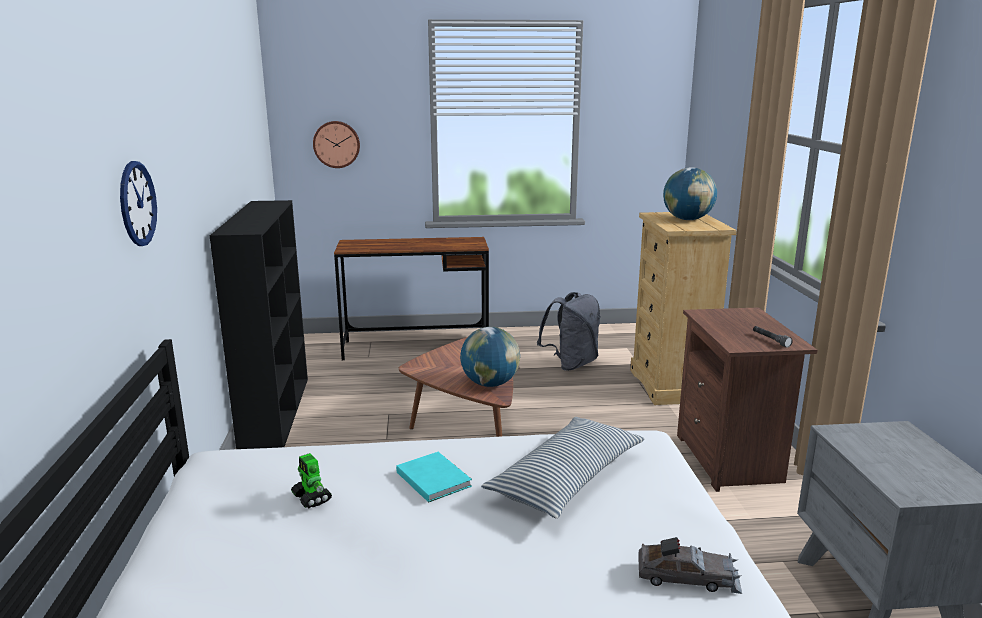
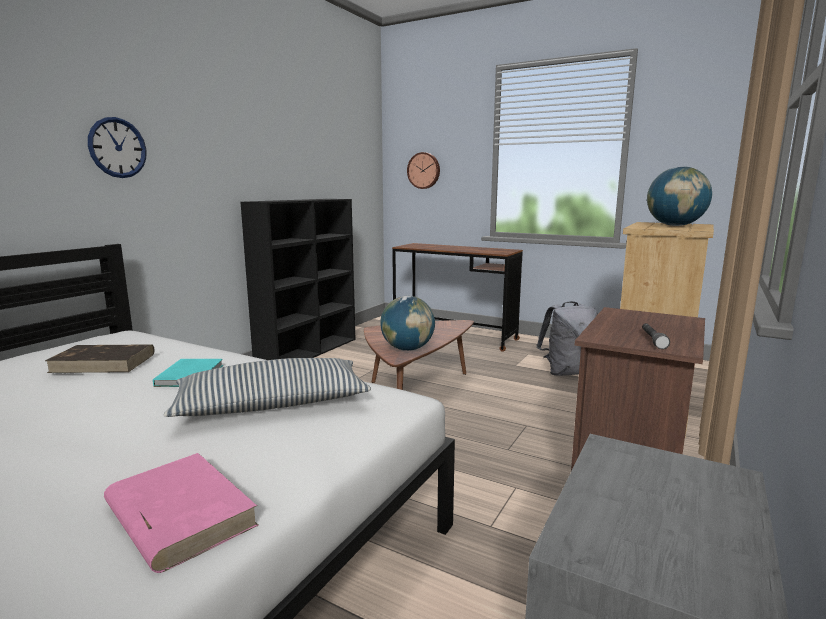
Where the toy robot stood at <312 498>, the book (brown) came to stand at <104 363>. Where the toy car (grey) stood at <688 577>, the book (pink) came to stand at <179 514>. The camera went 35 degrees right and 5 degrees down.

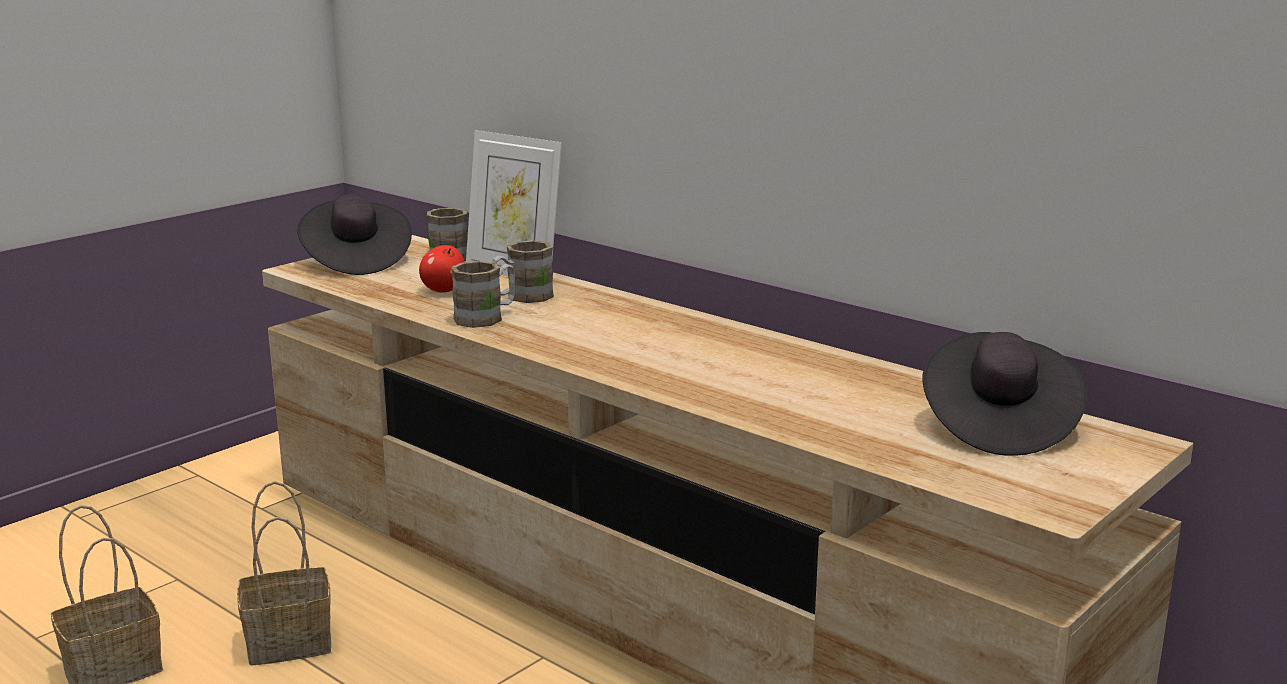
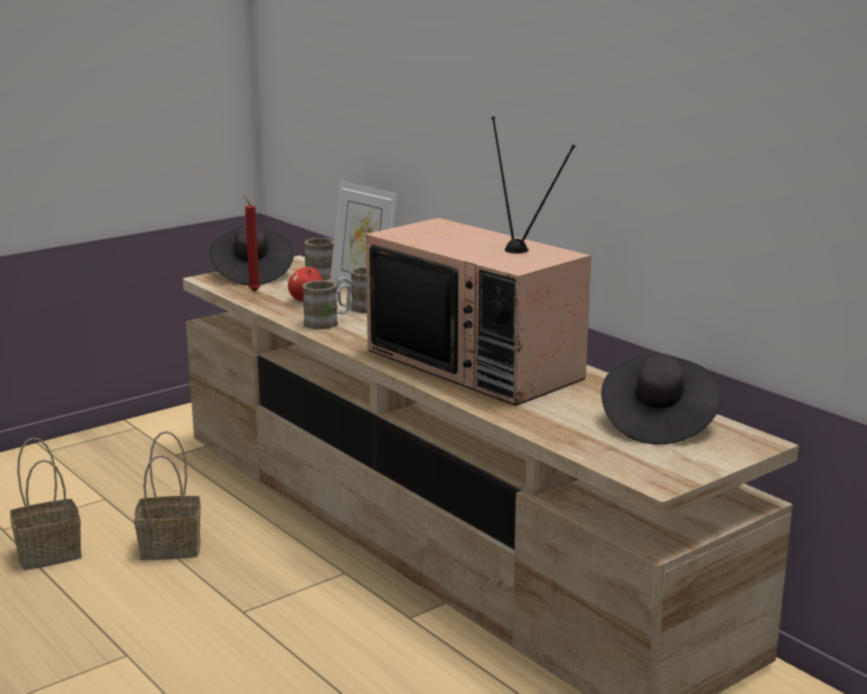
The second view gained the candle (red) at <253 291>. The second view gained the television at <479 364>. The camera went 10 degrees right and 0 degrees up.

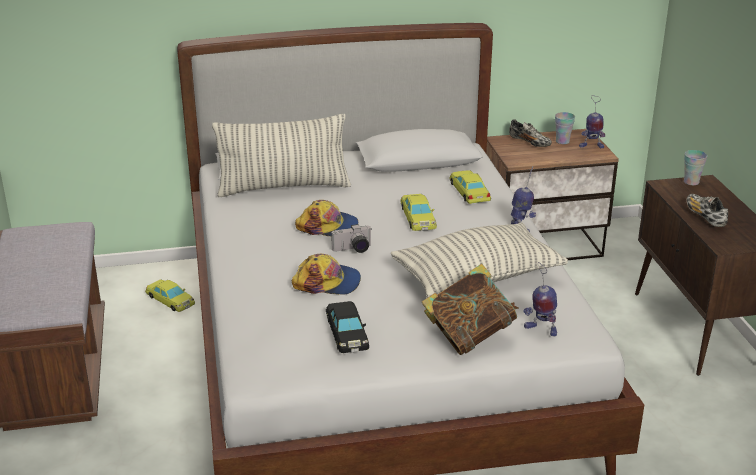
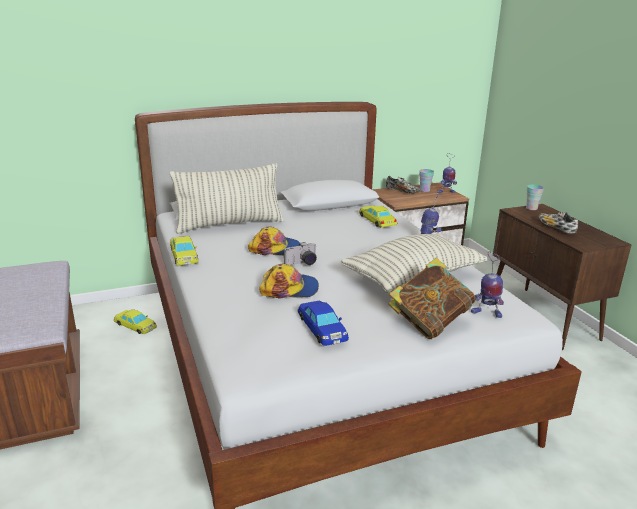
The toy car (yellow) ended up elsewhere, having gone from <418 217> to <184 255>. What was the toy car (black) at <347 332> turned into the toy car (blue) at <322 328>. The camera went 10 degrees left and 5 degrees down.

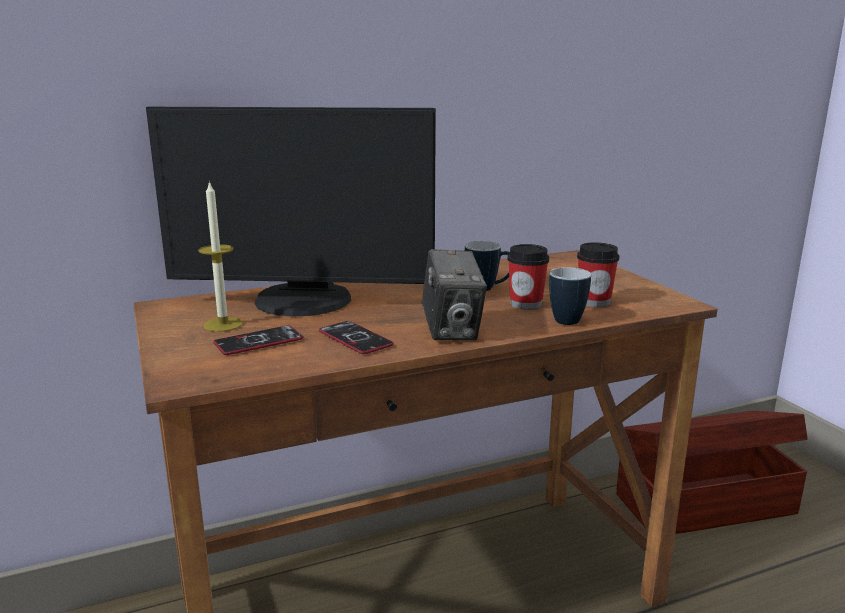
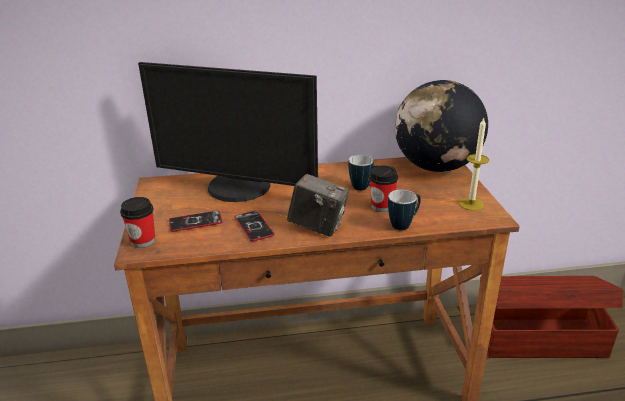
The cup ended up elsewhere, having gone from <594 302> to <143 241>. The photo camera at <452 331> ended up facing another way, 75 degrees counterclockwise from before. The second view gained the globe at <435 167>. The candle ended up elsewhere, having gone from <223 324> to <471 204>. The camera went 15 degrees right and 10 degrees up.

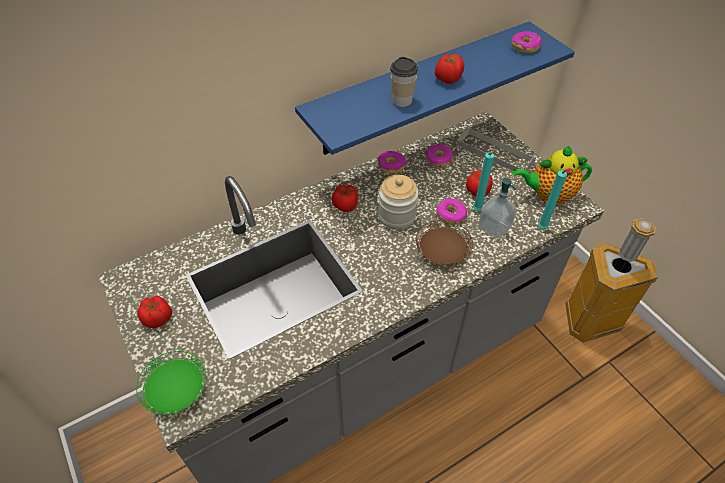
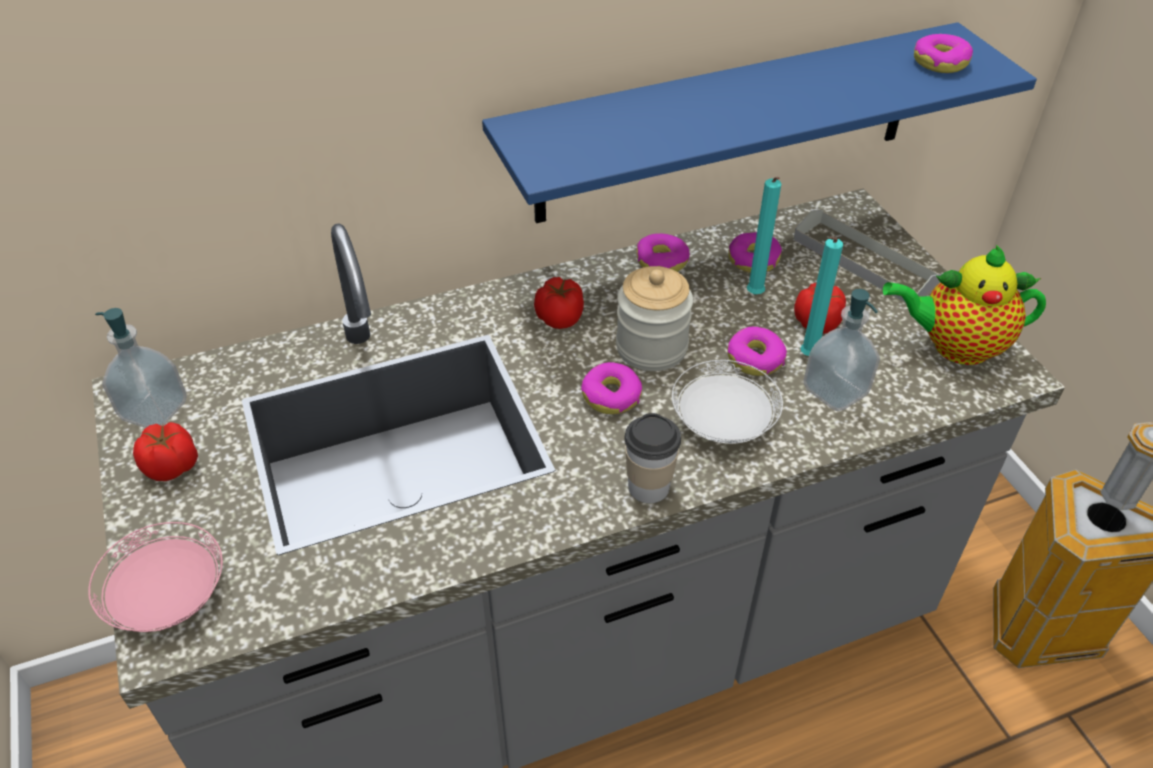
What was the plate (green) at <177 391> turned into the plate (pink) at <169 598>. The second view gained the soap dispenser at <154 410>. The second view gained the donut at <611 396>. The cup ended up elsewhere, having gone from <402 100> to <648 487>. What was the plate (brown) at <442 253> turned into the plate (white) at <724 423>. The candle (turquoise) ended up elsewhere, having gone from <542 229> to <755 296>. The second view lost the tomato at <447 79>. The camera went 10 degrees right and 5 degrees down.

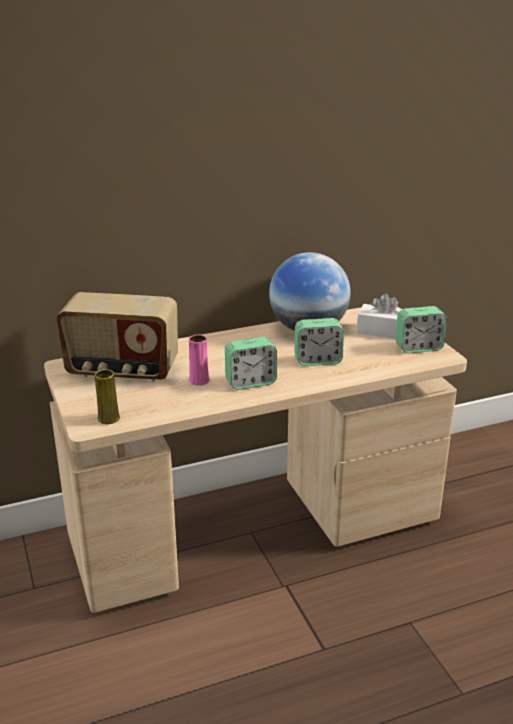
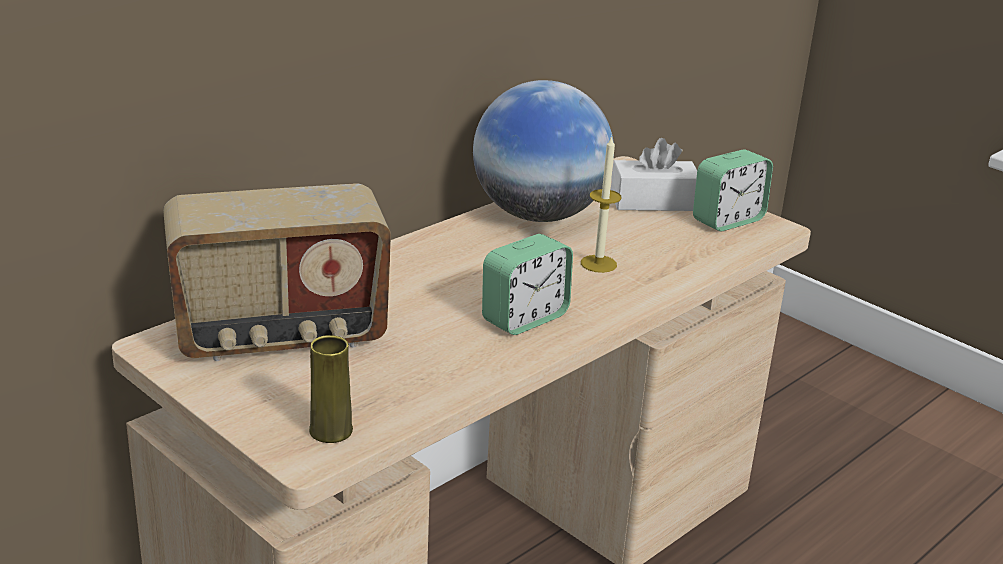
Where the alarm clock stood at <318 360>, the candle came to stand at <598 264>. The second view lost the vase (pink) at <199 380>. The camera went 25 degrees left and 0 degrees up.

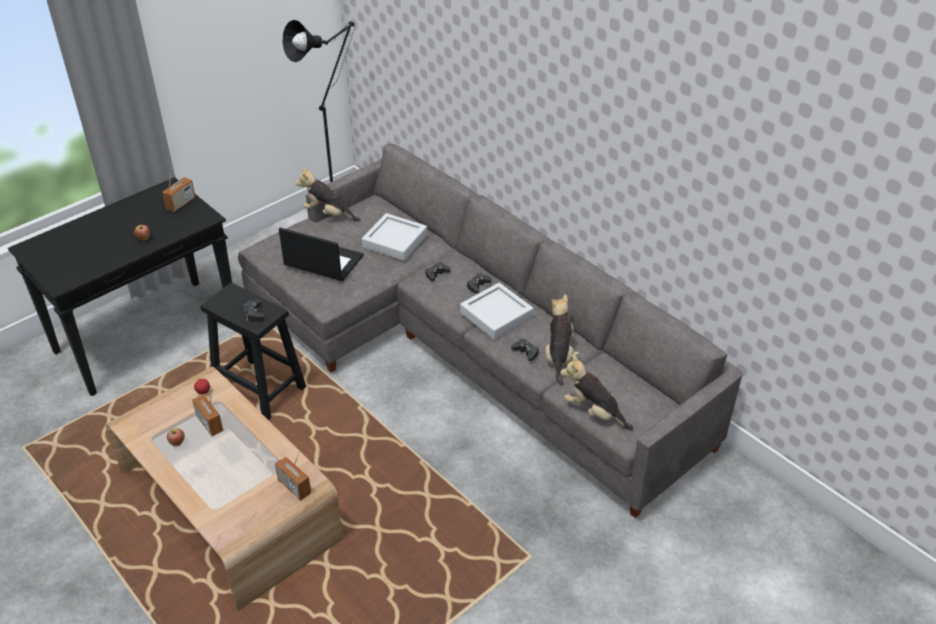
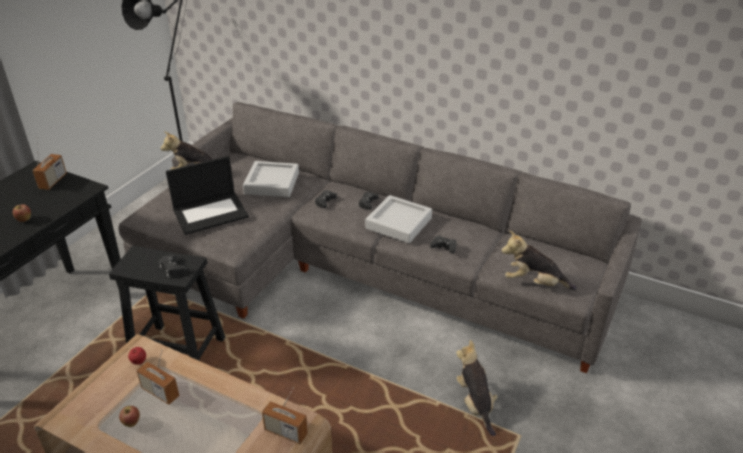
The laptop at <322 261> ended up facing another way, 150 degrees clockwise from before. The plush toy ended up elsewhere, having gone from <559 356> to <475 403>. The camera went 20 degrees left and 5 degrees down.

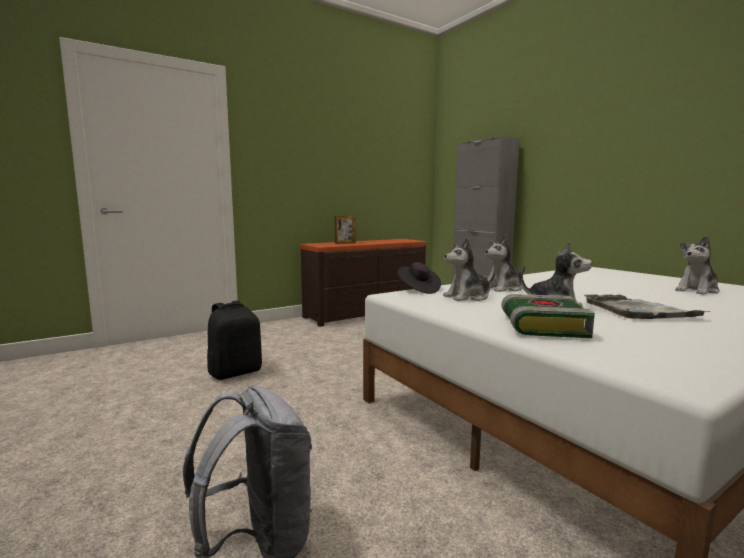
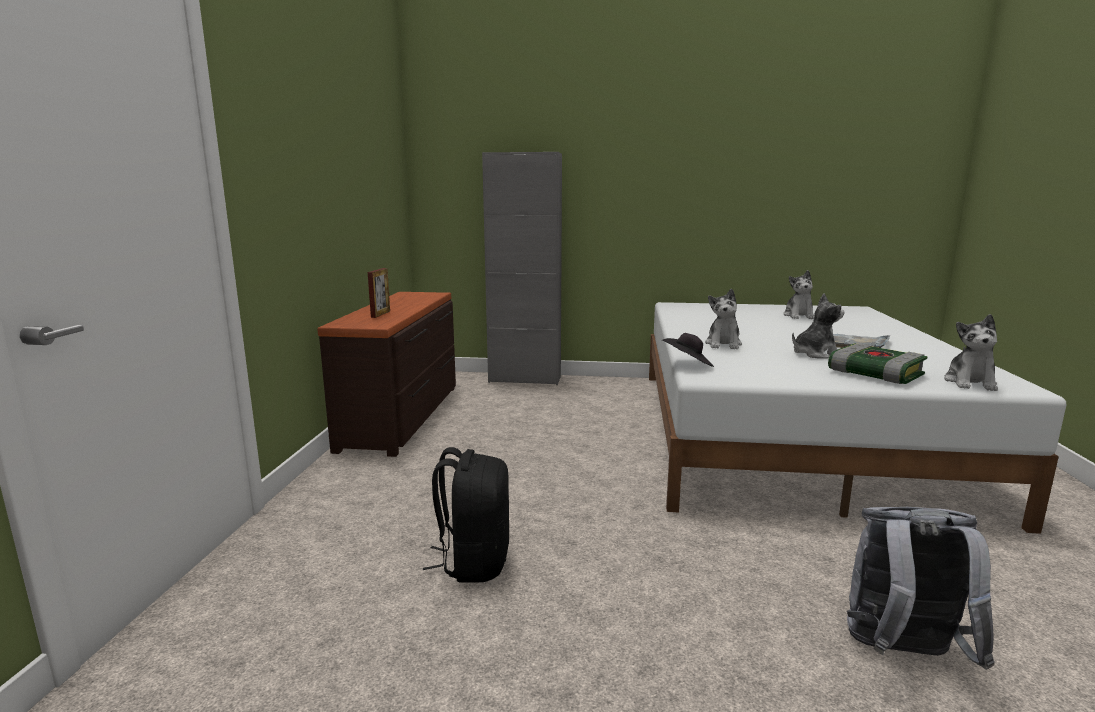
The plush toy ended up elsewhere, having gone from <468 297> to <970 382>. The camera went 50 degrees left and 5 degrees up.

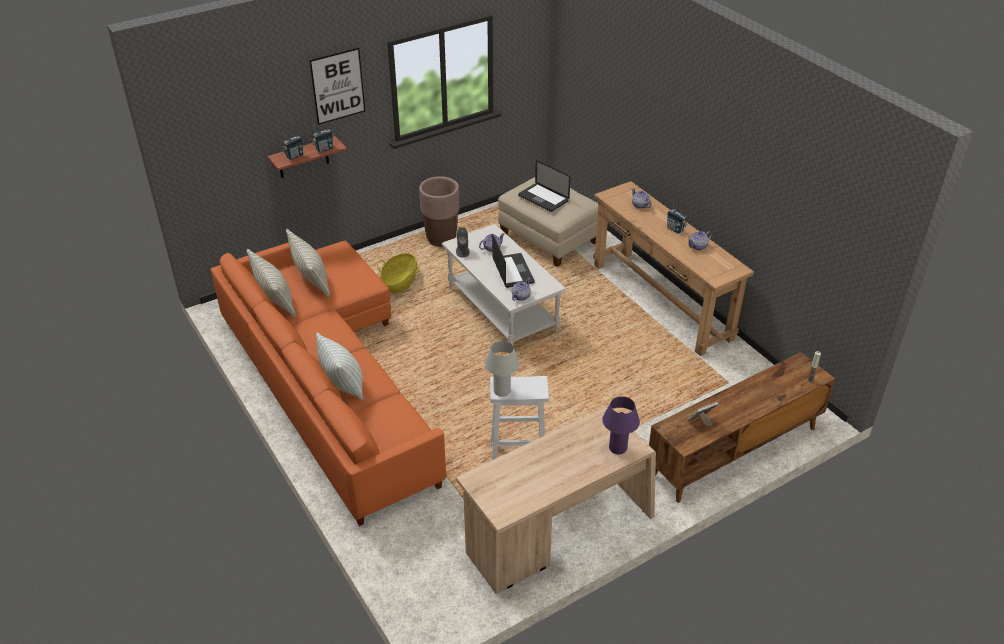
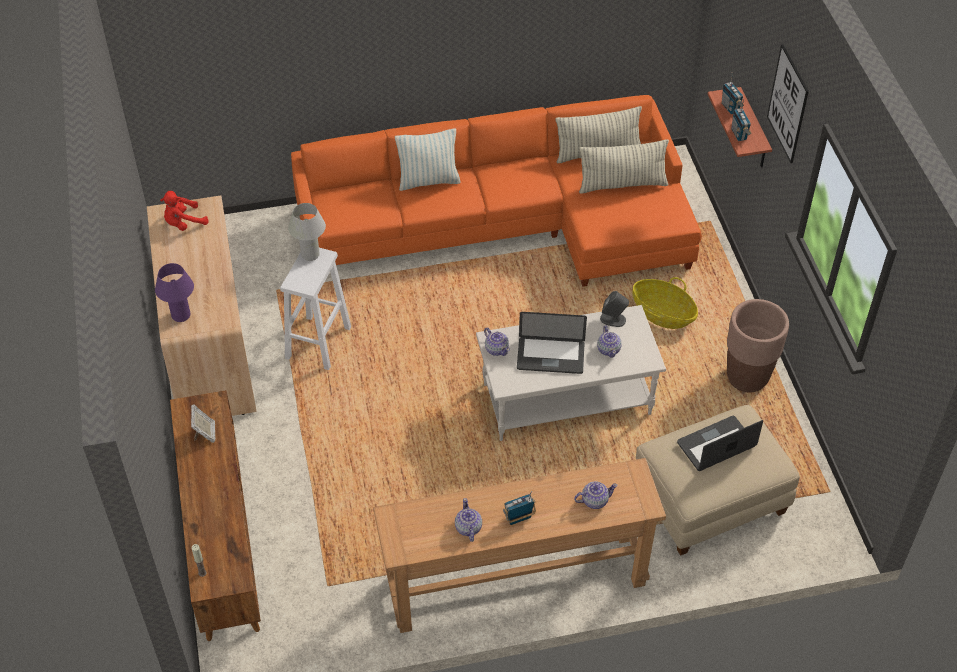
The second view gained the plush toy (red) at <184 223>. The camera went 110 degrees right and 10 degrees up.

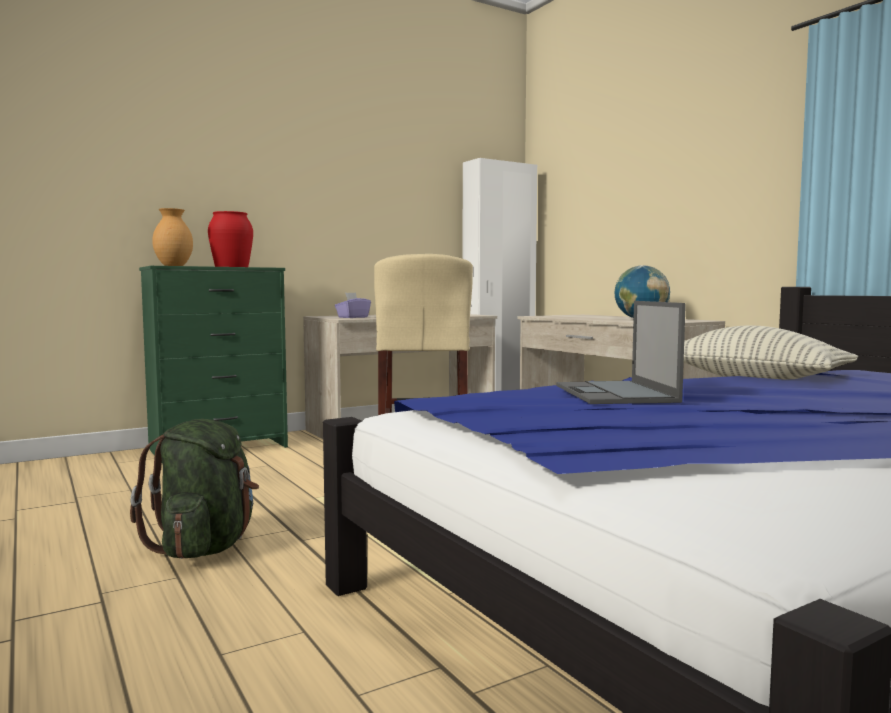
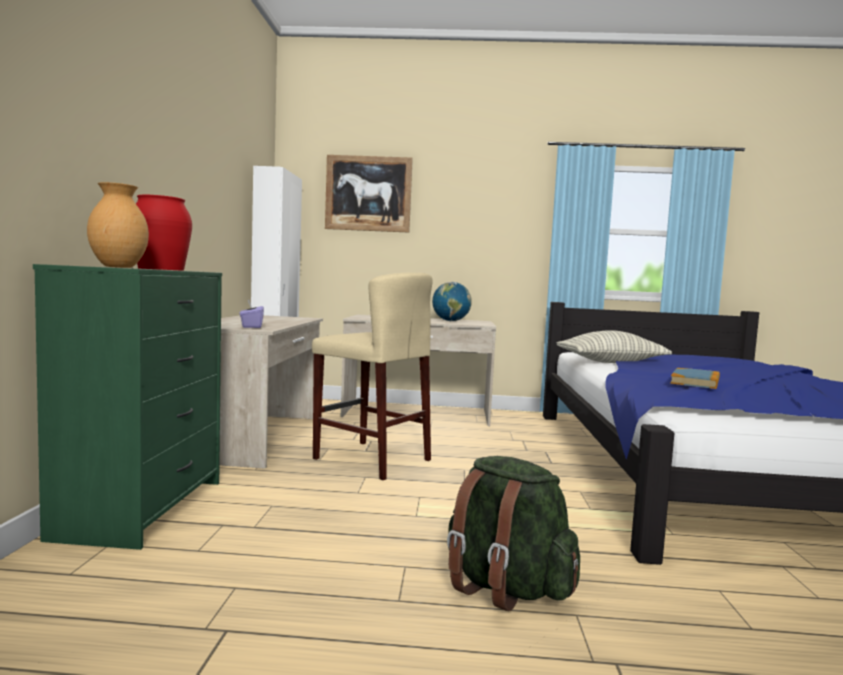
The second view gained the picture at <368 194>. Where the laptop stood at <615 394>, the book came to stand at <695 381>. The camera went 55 degrees left and 0 degrees up.

